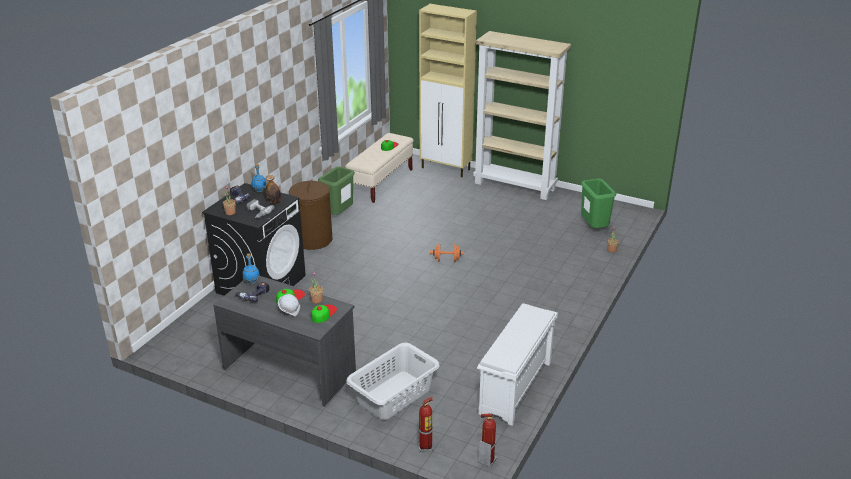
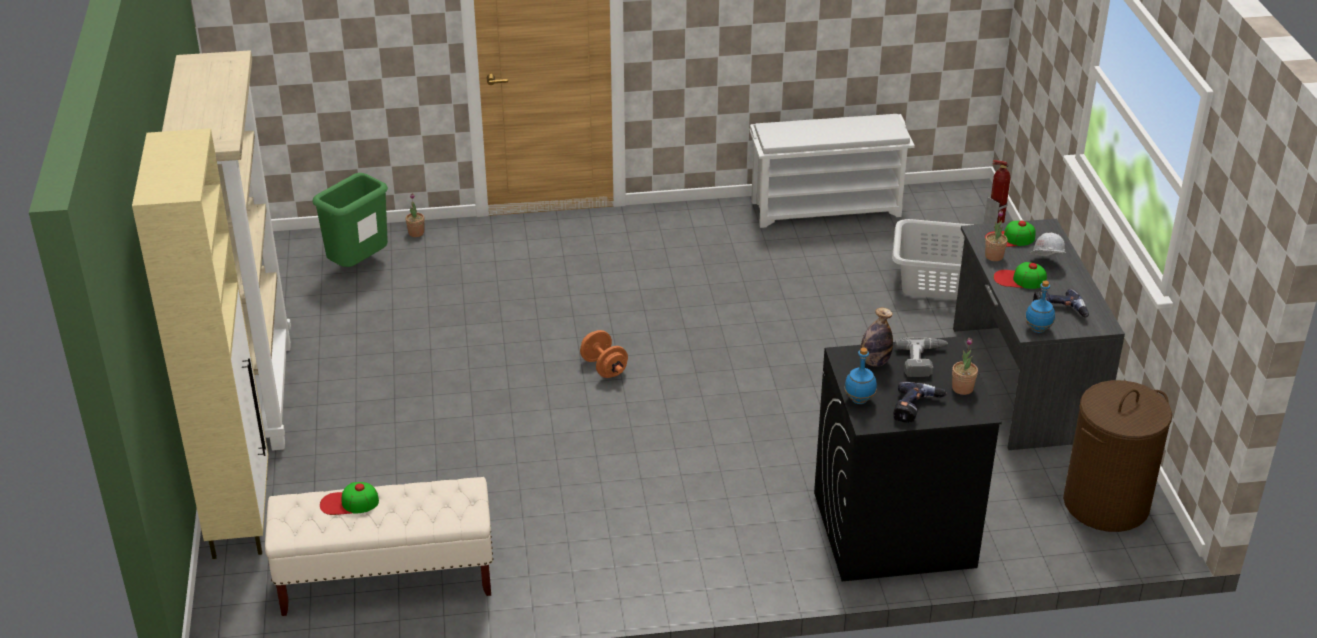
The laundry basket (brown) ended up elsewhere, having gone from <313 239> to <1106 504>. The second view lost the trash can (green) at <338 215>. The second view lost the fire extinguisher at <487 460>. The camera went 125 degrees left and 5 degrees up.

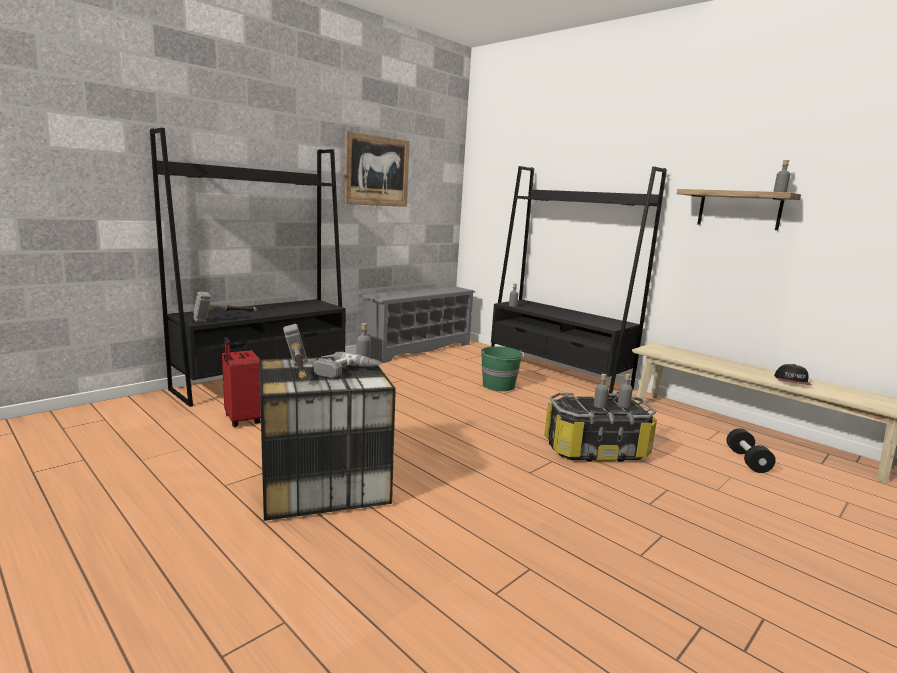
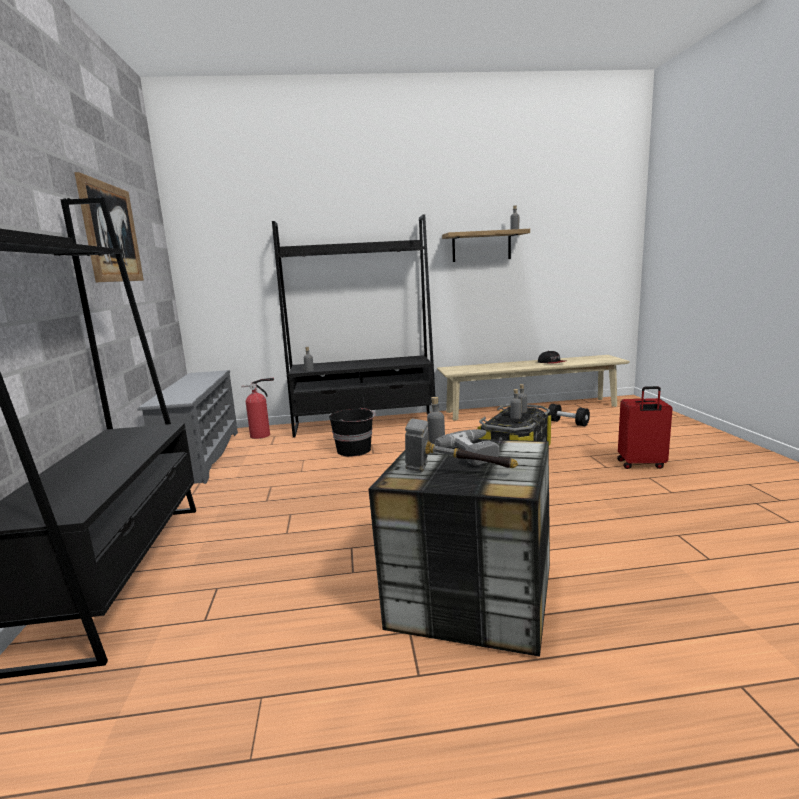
The second view gained the fire extinguisher at <262 435>. What was the bucket (green) at <499 386> turned into the bucket (black) at <354 450>. The suitcase (red) ended up elsewhere, having gone from <241 420> to <641 465>. The second view lost the hammer at <224 320>. The camera went 50 degrees left and 0 degrees up.

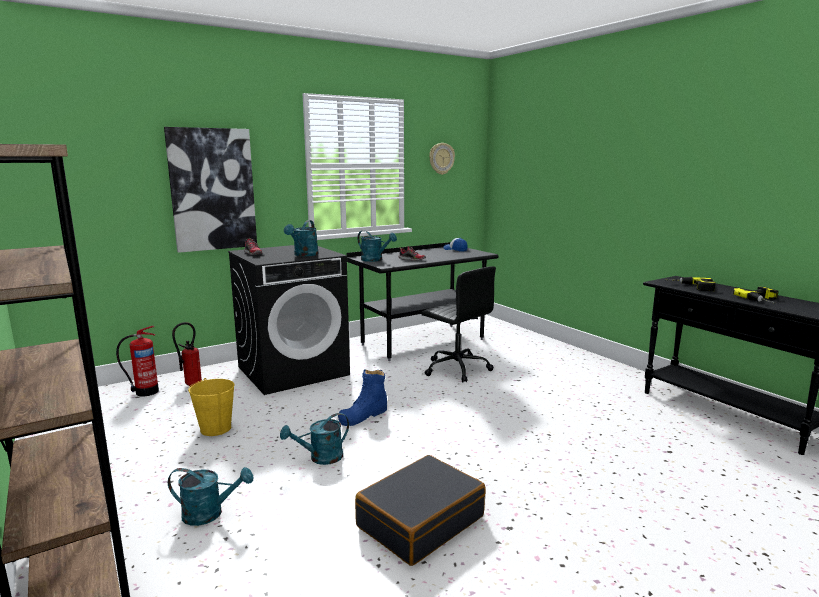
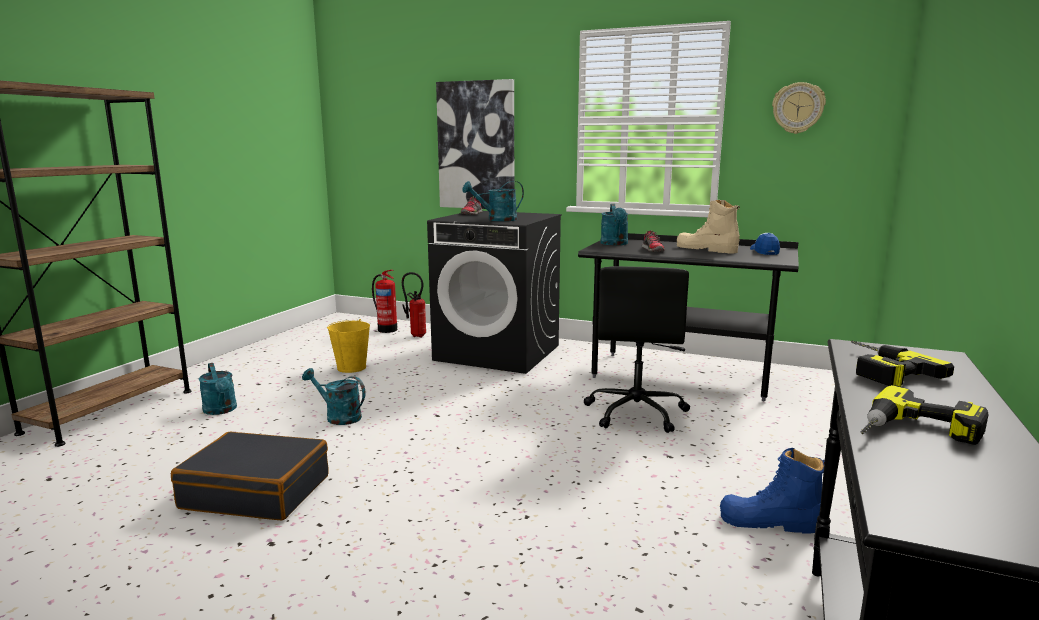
The second view gained the boot (beige) at <706 249>. The boot (blue) ended up elsewhere, having gone from <363 416> to <770 522>. The camera went 55 degrees right and 0 degrees up.

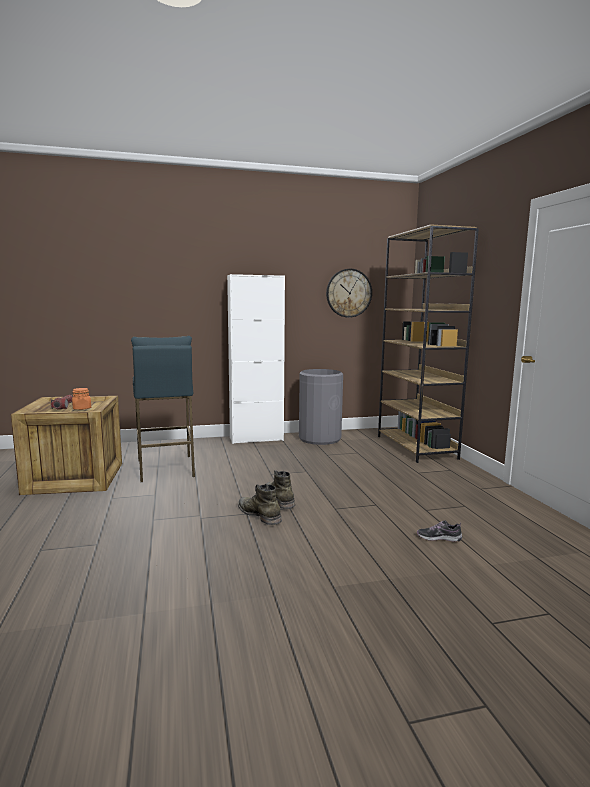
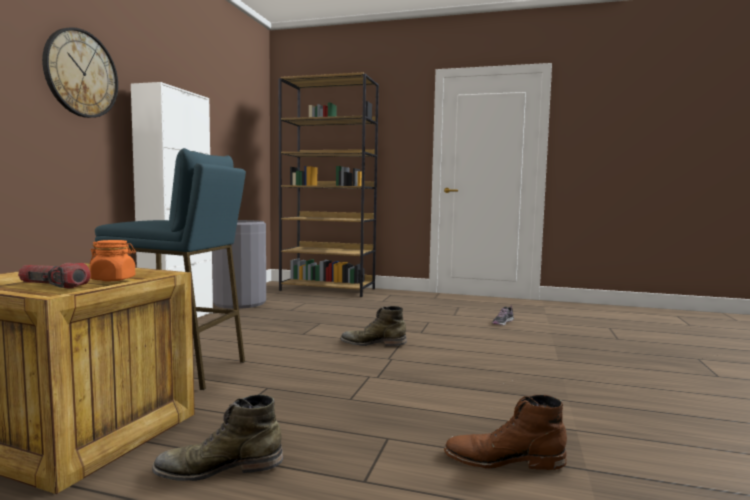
The wall clock ended up elsewhere, having gone from <349 293> to <81 74>. The boot (green) ended up elsewhere, having gone from <259 514> to <219 467>. The second view gained the boot (brown) at <503 459>. The camera went 60 degrees left and 5 degrees down.

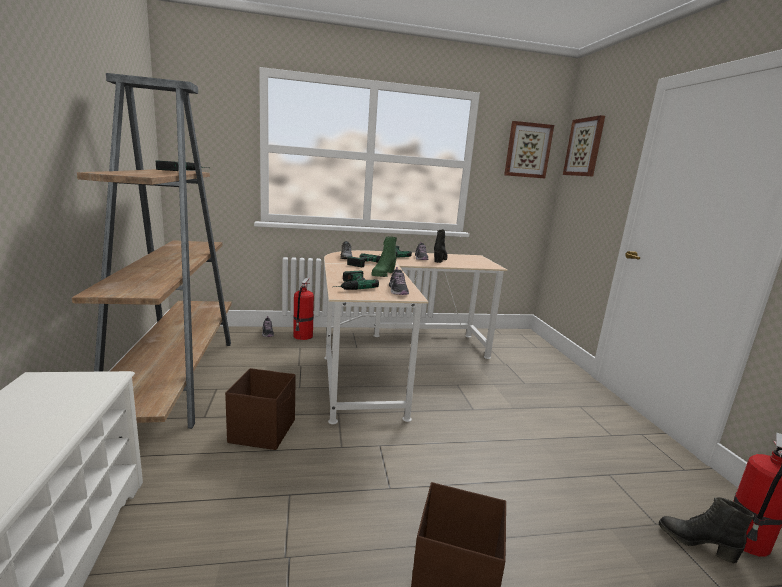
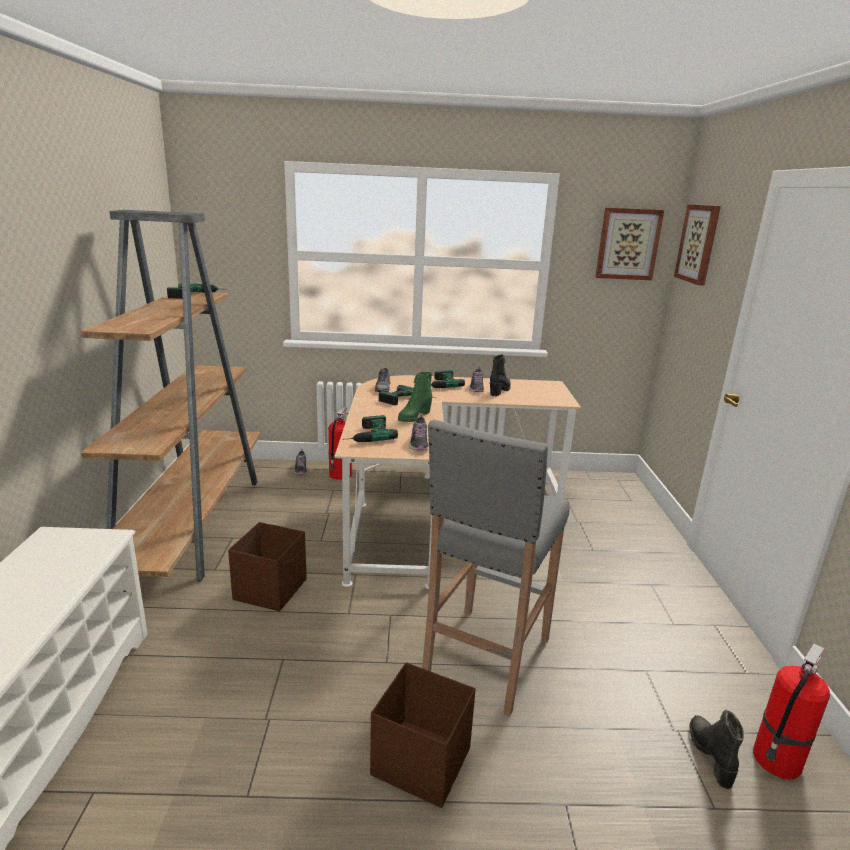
The second view gained the stool (grey) at <485 660>. The boot (black) at <696 543> ended up facing another way, 45 degrees clockwise from before. The camera went 10 degrees right and 5 degrees up.

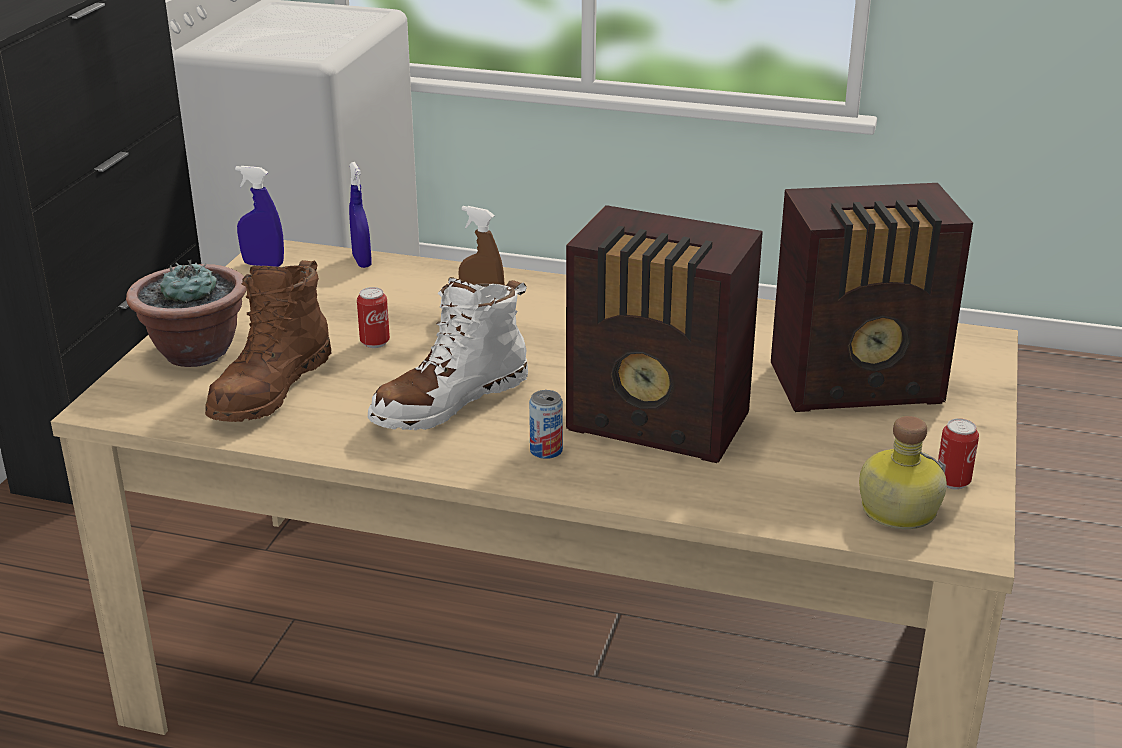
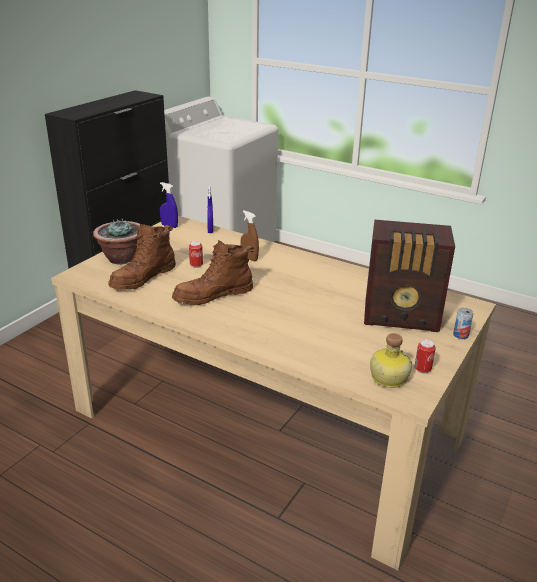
What was the boot (white) at <450 402> turned into the boot (brown) at <213 295>. The can ended up elsewhere, having gone from <546 450> to <460 335>. The second view lost the radio at <660 425>. The camera went 15 degrees right and 0 degrees up.

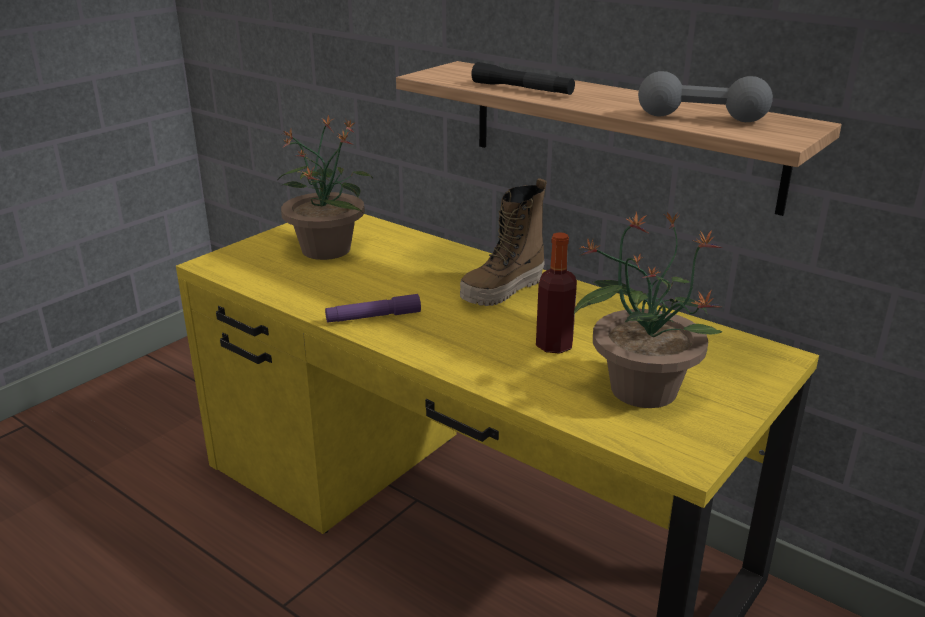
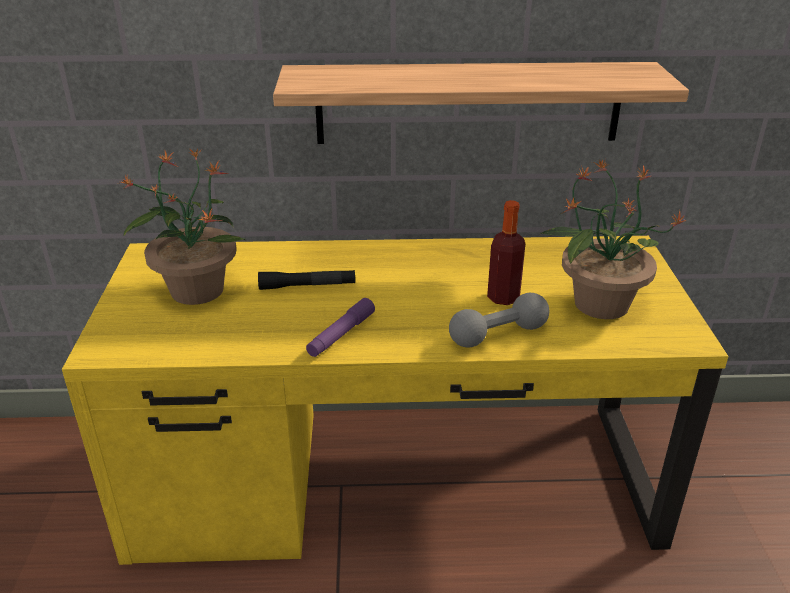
The flashlight (black) ended up elsewhere, having gone from <522 89> to <307 286>. The dumbbell (grey) ended up elsewhere, having gone from <701 118> to <498 335>. The second view lost the boot at <503 291>. The camera went 40 degrees left and 5 degrees up.

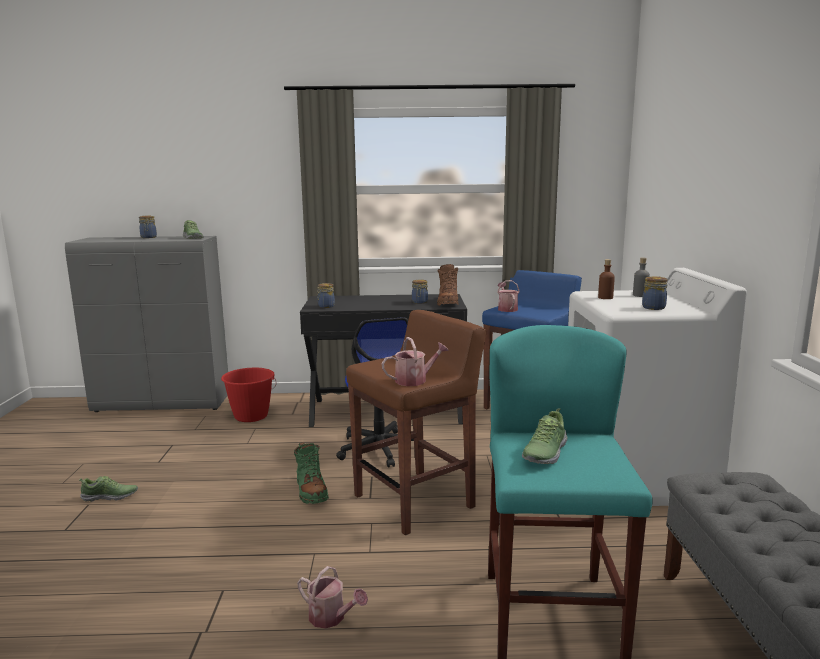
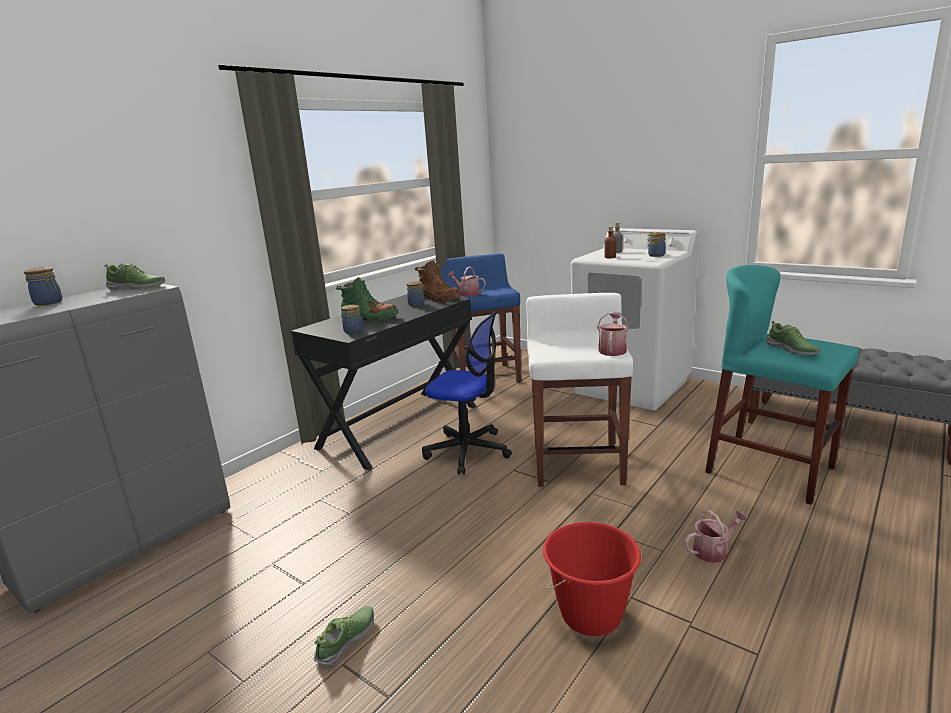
The boot (green) ended up elsewhere, having gone from <311 491> to <369 318>. What was the stool (brown) at <415 501> turned into the stool (white) at <577 465>. The bucket (red) ended up elsewhere, having gone from <251 416> to <591 615>. The camera went 50 degrees left and 5 degrees up.

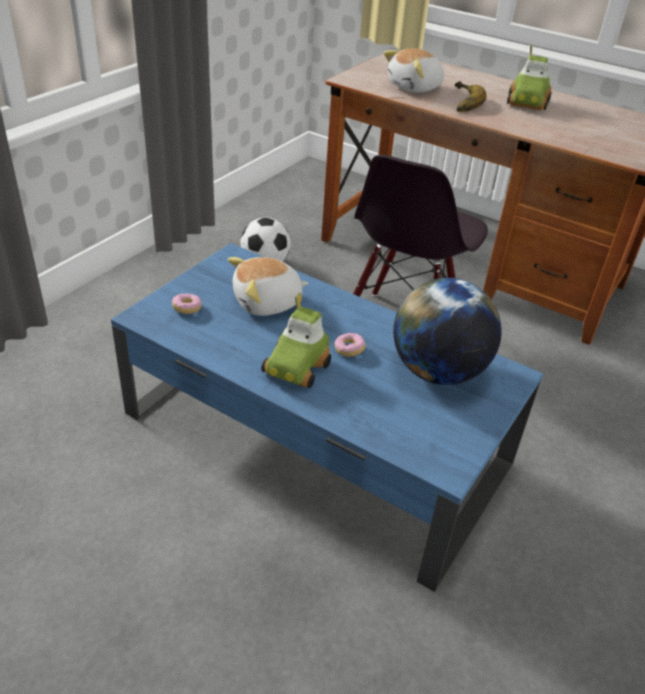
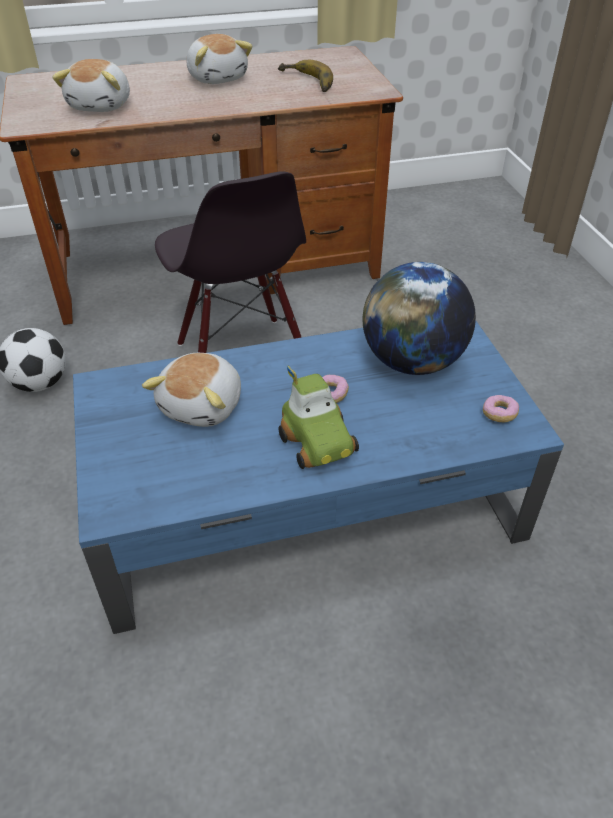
Where the toy car stood at <528 103>, the plush toy came to stand at <218 78>. The banana ended up elsewhere, having gone from <461 101> to <306 82>. The donut ended up elsewhere, having gone from <187 309> to <499 414>. The camera went 45 degrees left and 5 degrees up.

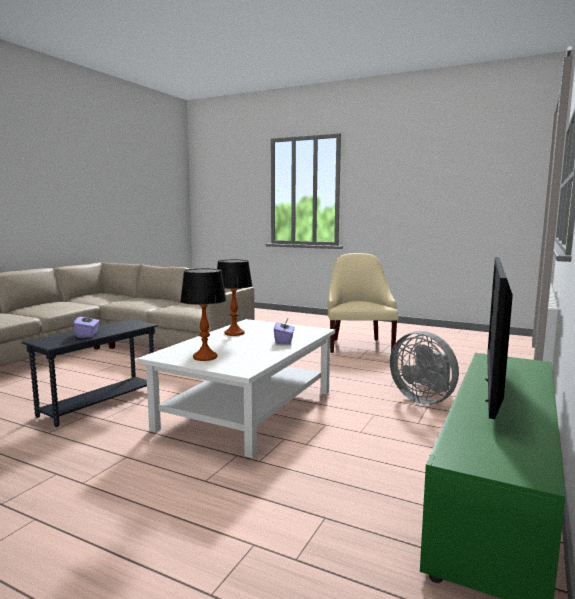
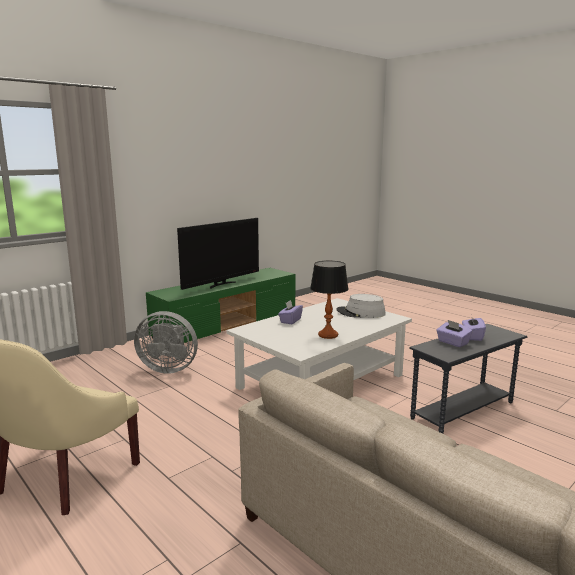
The fan (grey) at <423 399> ended up facing another way, 120 degrees clockwise from before. Where the table lamp stood at <205 357>, the hat (grey) came to stand at <360 313>. The second view gained the tissue box (purple) at <452 342>. The camera went 160 degrees left and 5 degrees up.

